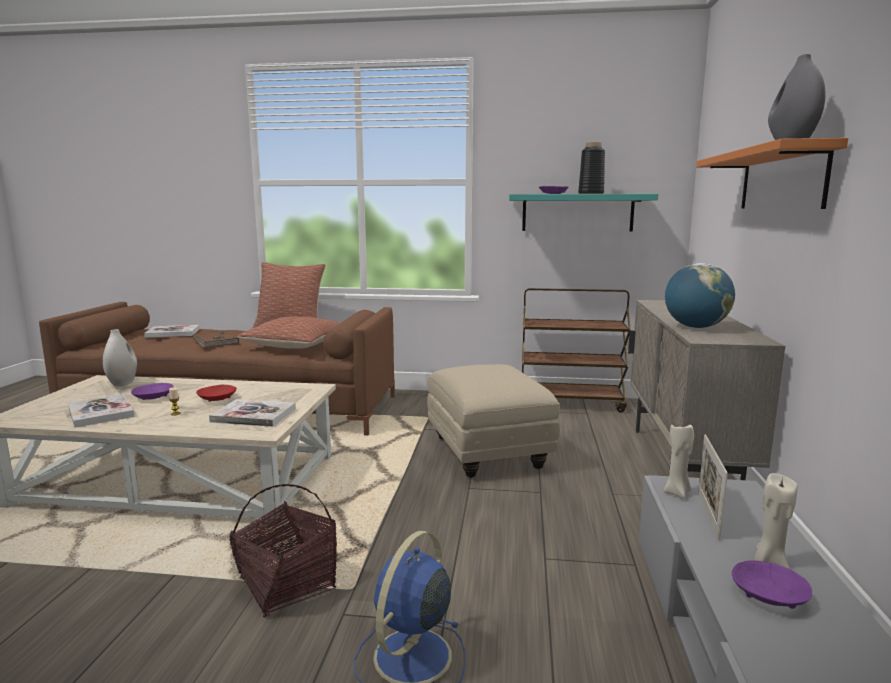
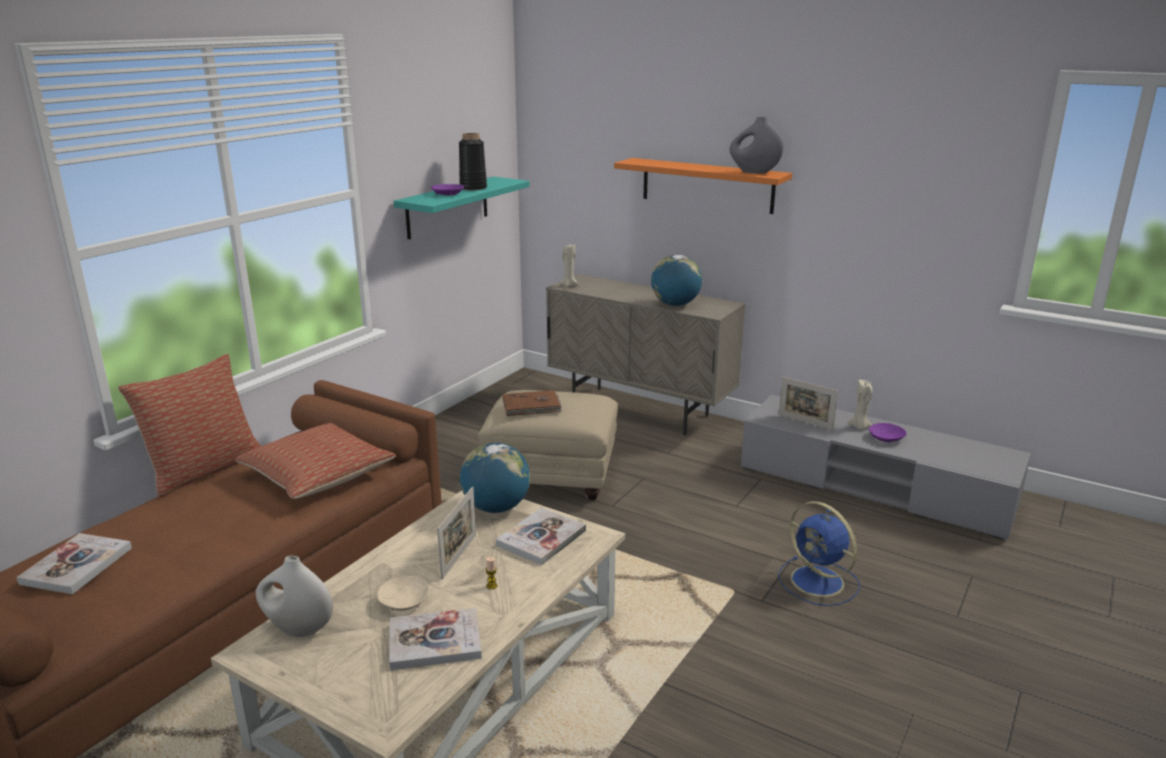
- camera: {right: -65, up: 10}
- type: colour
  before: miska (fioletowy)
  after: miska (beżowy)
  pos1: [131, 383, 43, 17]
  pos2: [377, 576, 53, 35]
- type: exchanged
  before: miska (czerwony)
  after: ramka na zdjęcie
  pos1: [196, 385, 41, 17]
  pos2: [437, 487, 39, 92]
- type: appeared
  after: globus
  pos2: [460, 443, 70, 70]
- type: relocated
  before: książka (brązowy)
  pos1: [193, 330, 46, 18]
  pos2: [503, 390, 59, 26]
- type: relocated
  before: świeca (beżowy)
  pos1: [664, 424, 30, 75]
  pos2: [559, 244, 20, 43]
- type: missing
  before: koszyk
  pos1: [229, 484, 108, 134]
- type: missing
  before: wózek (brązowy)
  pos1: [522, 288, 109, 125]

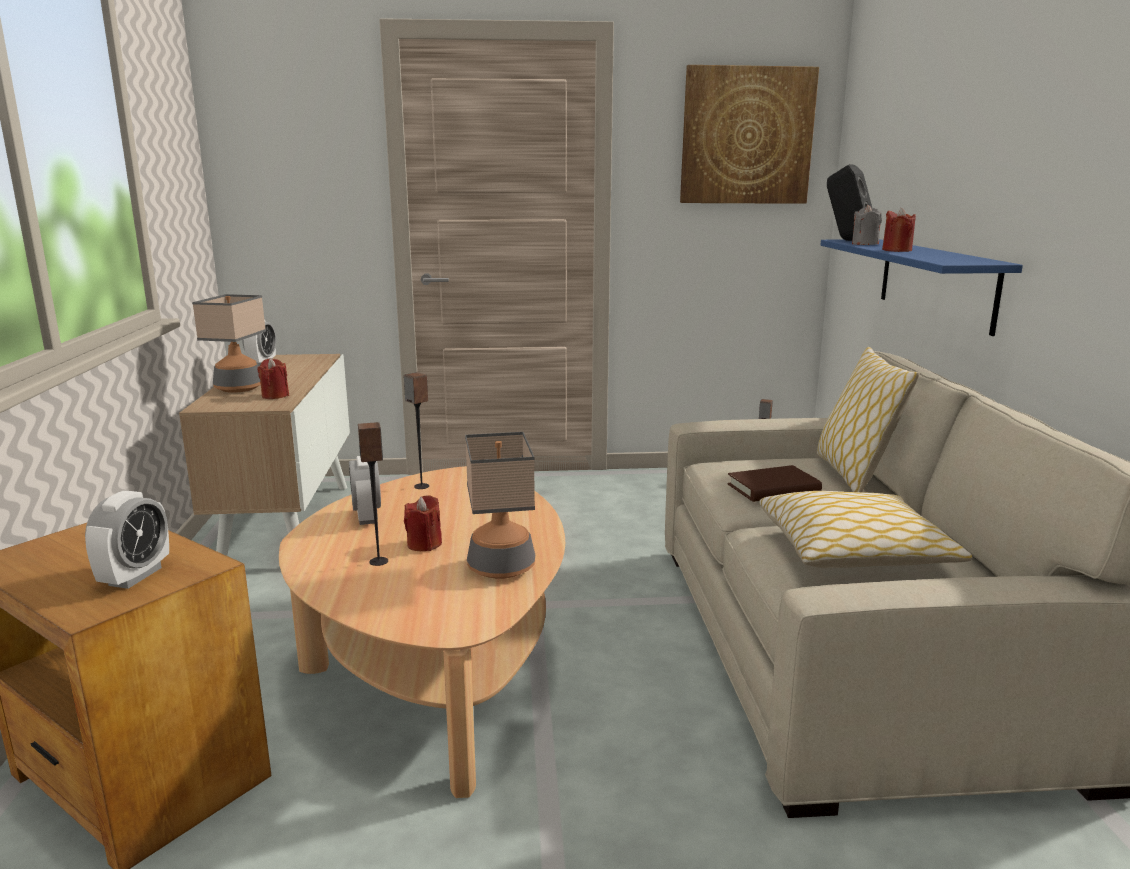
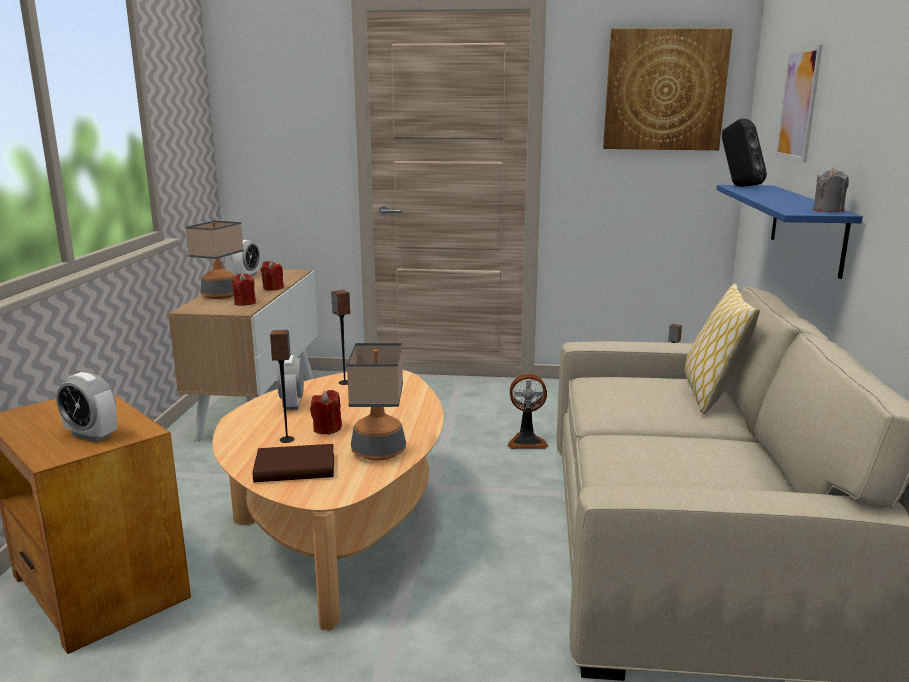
- camera: {right: 10, up: 0}
- type: spun
  before: budzik
  pos1: [85, 491, 84, 98]
  pos2: [56, 372, 61, 70]
  turn: 90
- type: relocated
  before: książka (brązowy)
  pos1: [727, 465, 95, 37]
  pos2: [253, 444, 81, 38]
- type: relocated
  before: świeca (czerwony)
  pos1: [882, 208, 34, 44]
  pos2: [261, 260, 23, 31]
- type: appeared
  after: wentylator
  pos2: [507, 374, 41, 75]
- type: appeared
  after: obraz
  pos2: [775, 44, 48, 118]
- type: relocated
  before: świeca (szary)
  pos1: [852, 205, 30, 40]
  pos2: [813, 168, 36, 44]
- type: missing
  before: poduszka
  pos1: [759, 491, 213, 77]

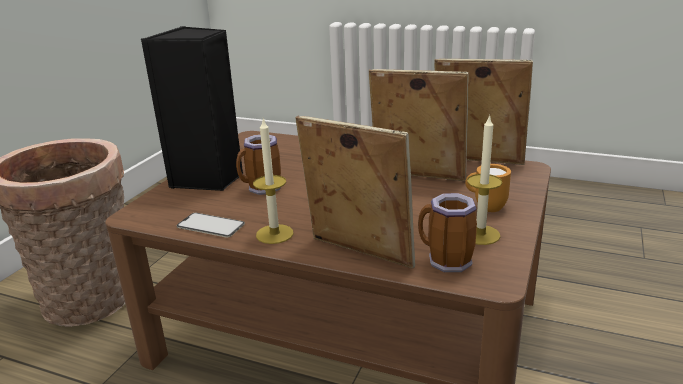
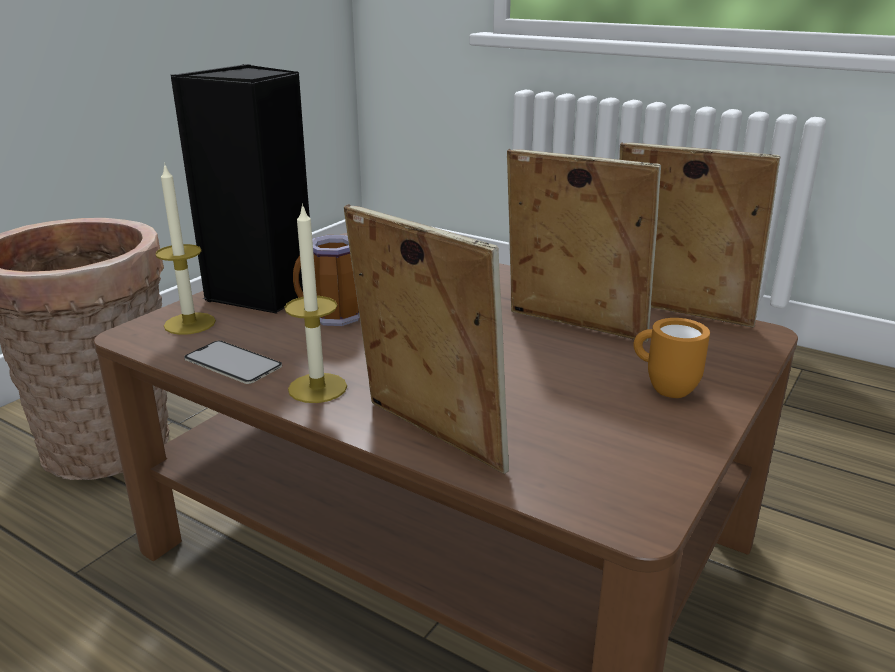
- camera: {right: 10, up: 0}
- type: relocated
  before: świeca
  pos1: [467, 114, 35, 131]
  pos2: [155, 163, 61, 172]
- type: missing
  before: kubek
  pos1: [418, 193, 59, 79]

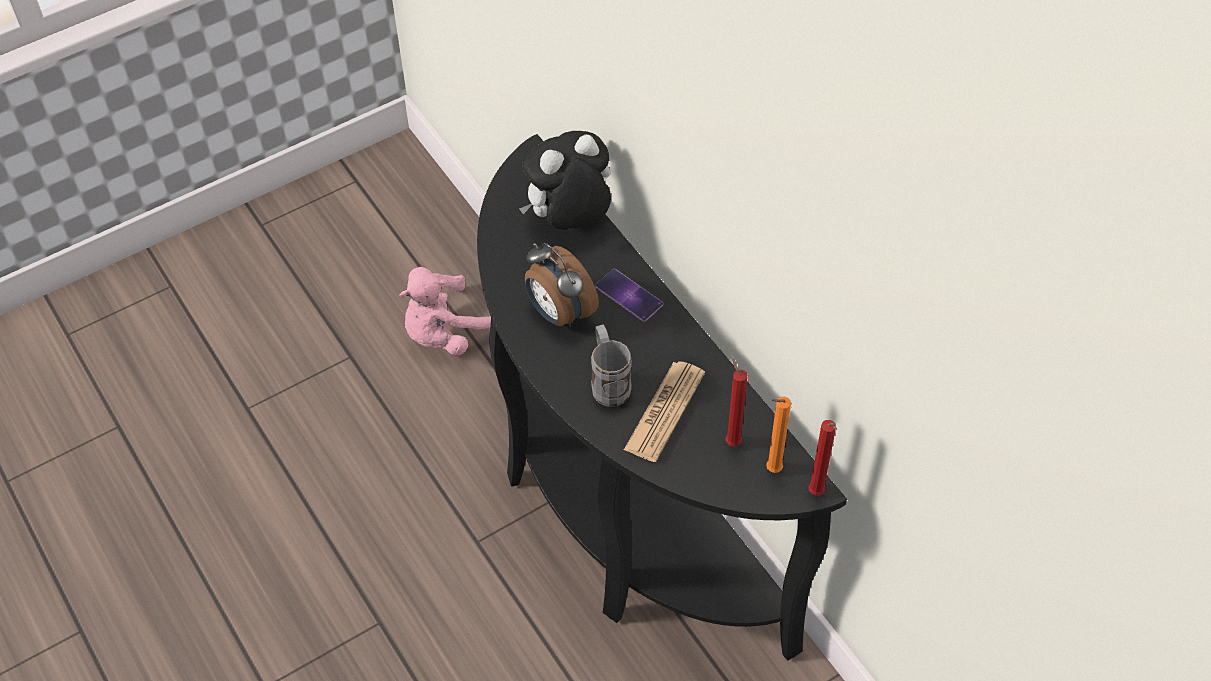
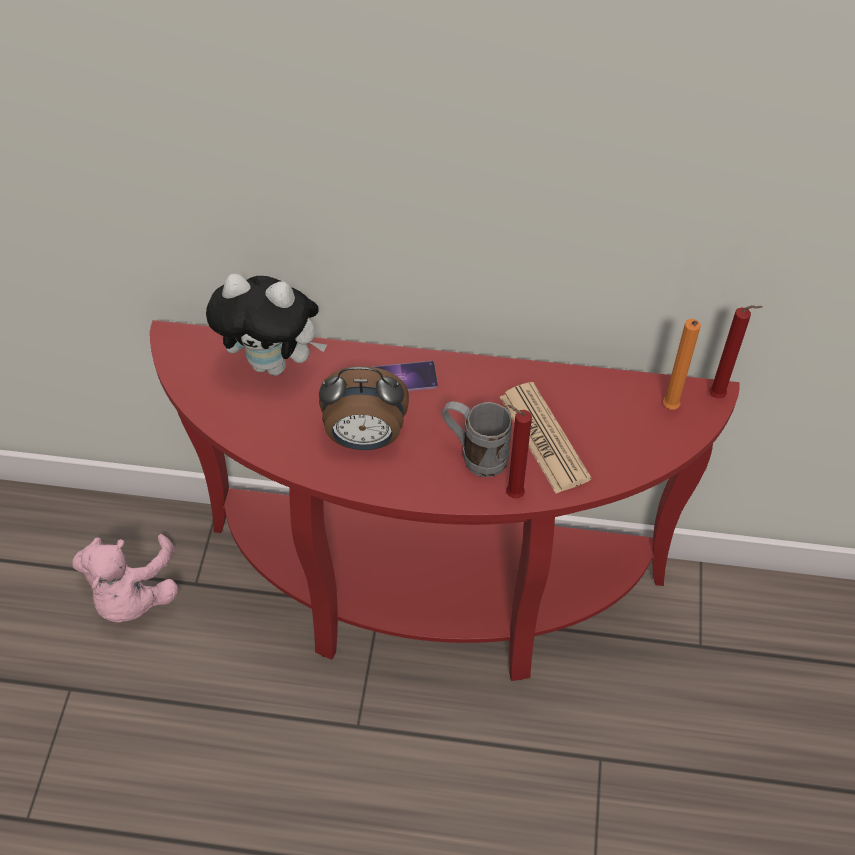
- camera: {right: -50, up: 0}
- type: colour
  before: stolik konsolowy (czarny)
  after: stolik konsolowy (czerwony)
  pos1: [477, 134, 370, 527]
  pos2: [150, 320, 590, 361]
- type: spun
  before: pluszak
  pos1: [519, 131, 92, 99]
  pos2: [206, 274, 121, 102]
  turn: -90
- type: relocated
  before: świeca (czerwony)
  pos1: [725, 357, 23, 90]
  pos2: [506, 405, 26, 94]

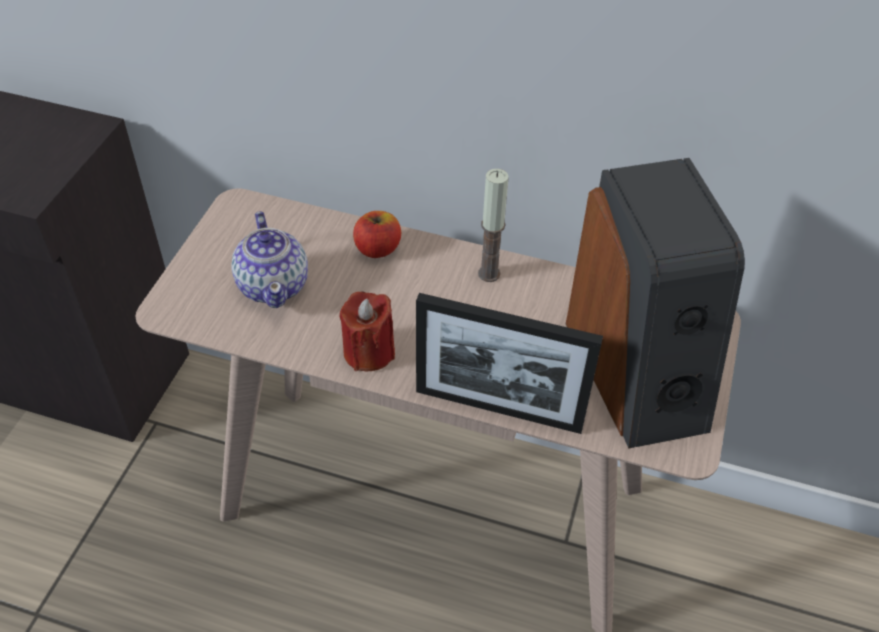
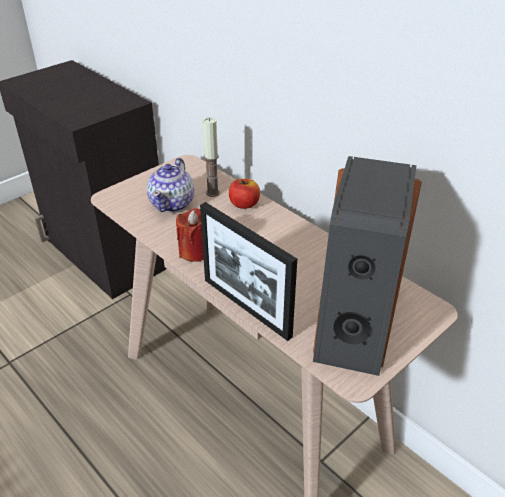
- camera: {right: 30, up: -10}
- type: relocated
  before: świeca
  pos1: [478, 169, 31, 113]
  pos2: [202, 117, 18, 80]

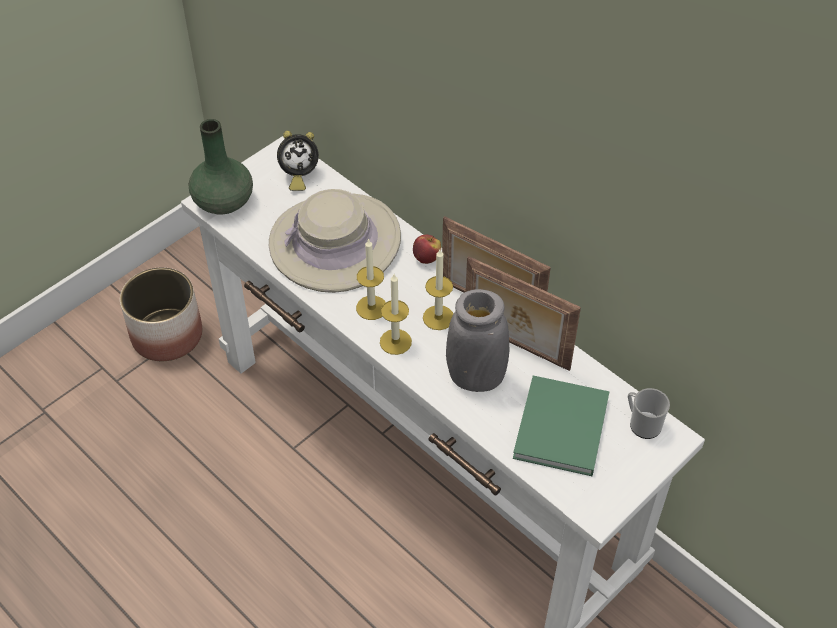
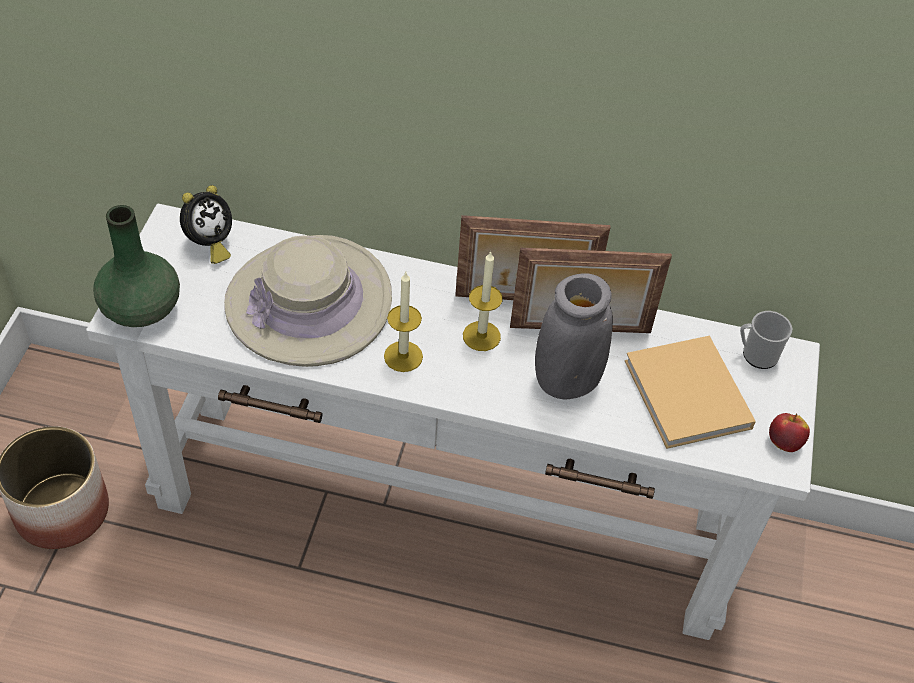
- camera: {right: -35, up: 0}
- type: colour
  before: książka (zielony)
  after: książka (beżowy)
  pos1: [513, 375, 97, 101]
  pos2: [625, 336, 131, 113]
- type: relocated
  before: jabłko
  pos1: [413, 235, 28, 29]
  pos2: [769, 413, 41, 39]
- type: missing
  before: świeca
  pos1: [380, 274, 32, 81]

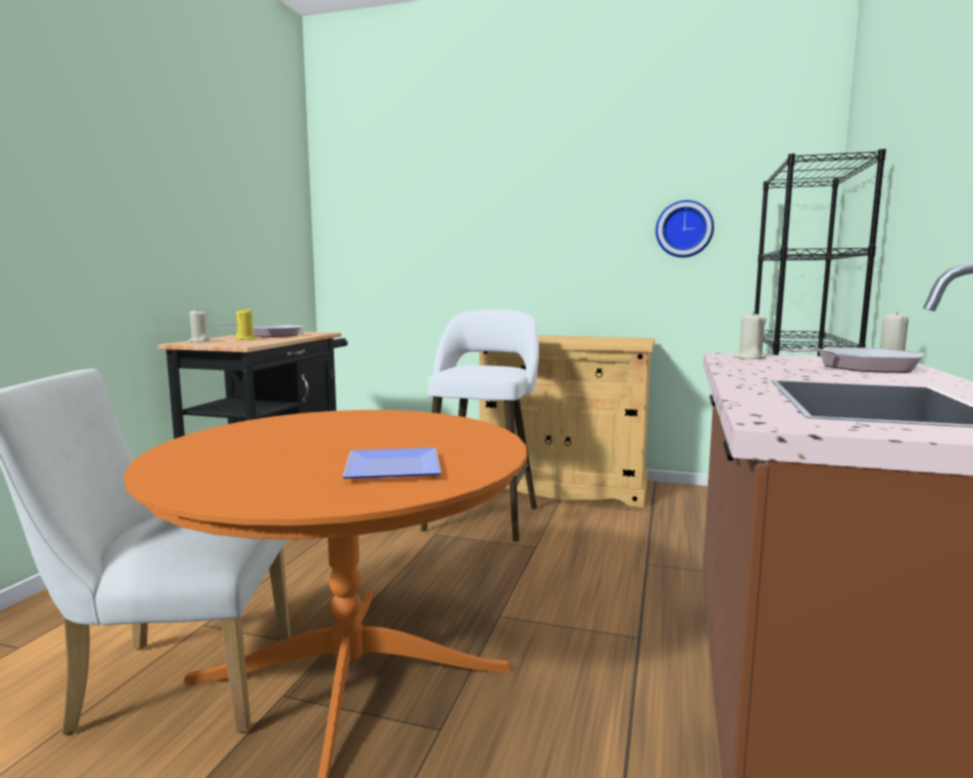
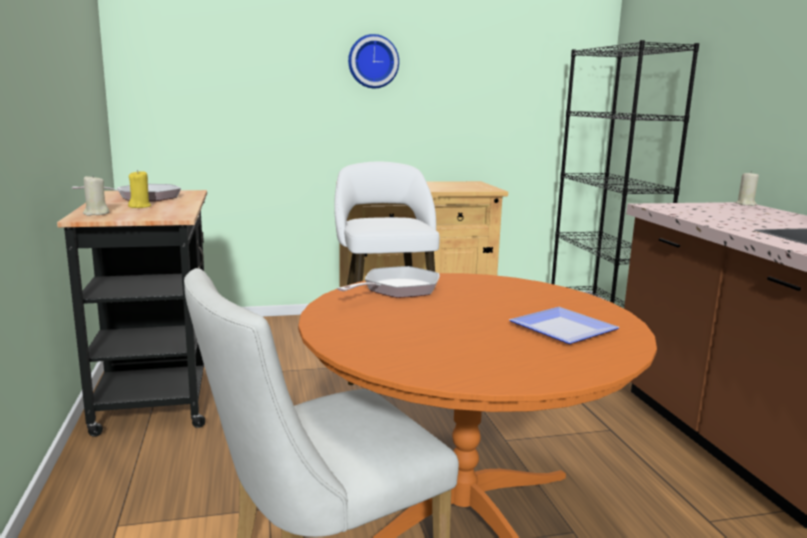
- camera: {right: -30, up: 5}
- type: relocated
  before: patelnia
  pos1: [785, 347, 139, 26]
  pos2: [337, 266, 103, 32]
- type: relocated
  before: zegar ścienny
  pos1: [655, 200, 59, 58]
  pos2: [348, 34, 51, 54]
- type: missing
  before: świeca (beżowy)
  pos1: [733, 311, 33, 48]

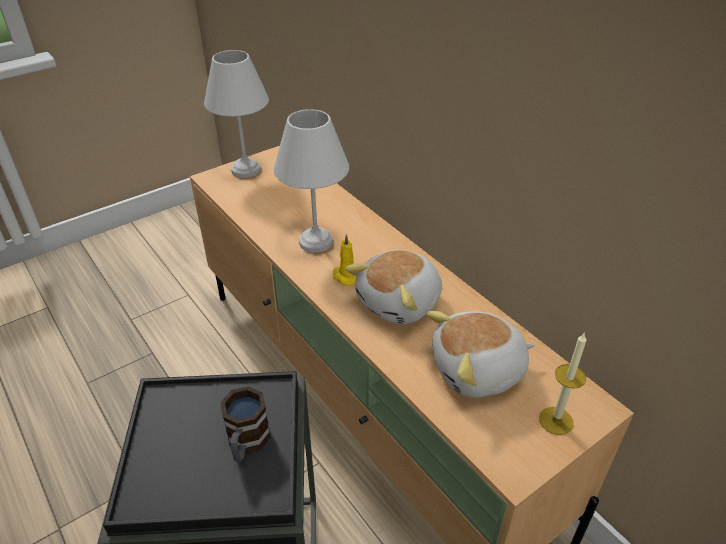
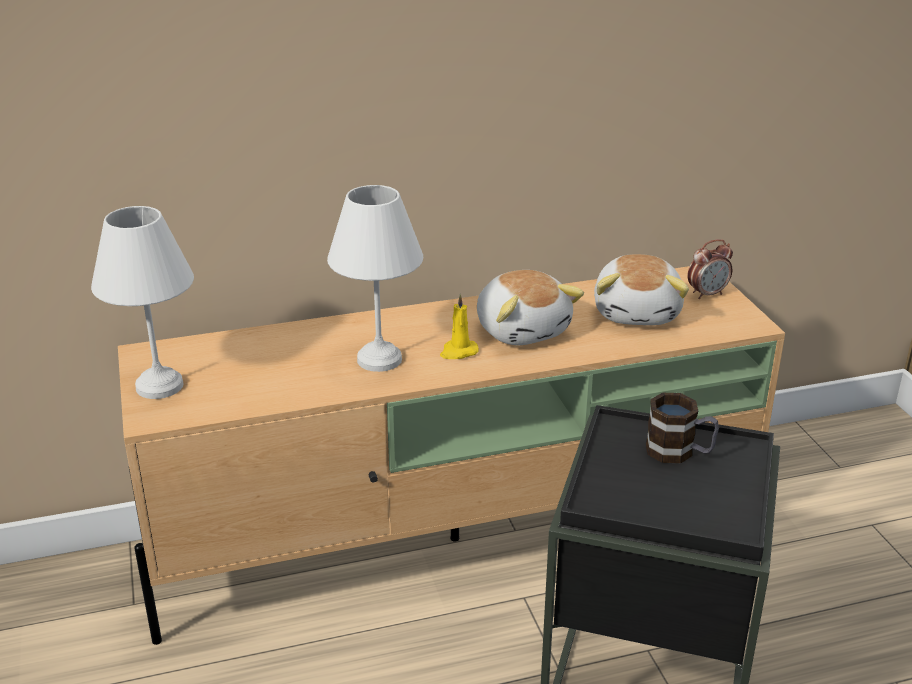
- camera: {right: -70, up: -10}
- type: exchanged
  before: świeca
  after: budzik
  pos1: [539, 332, 47, 103]
  pos2: [687, 239, 46, 60]

